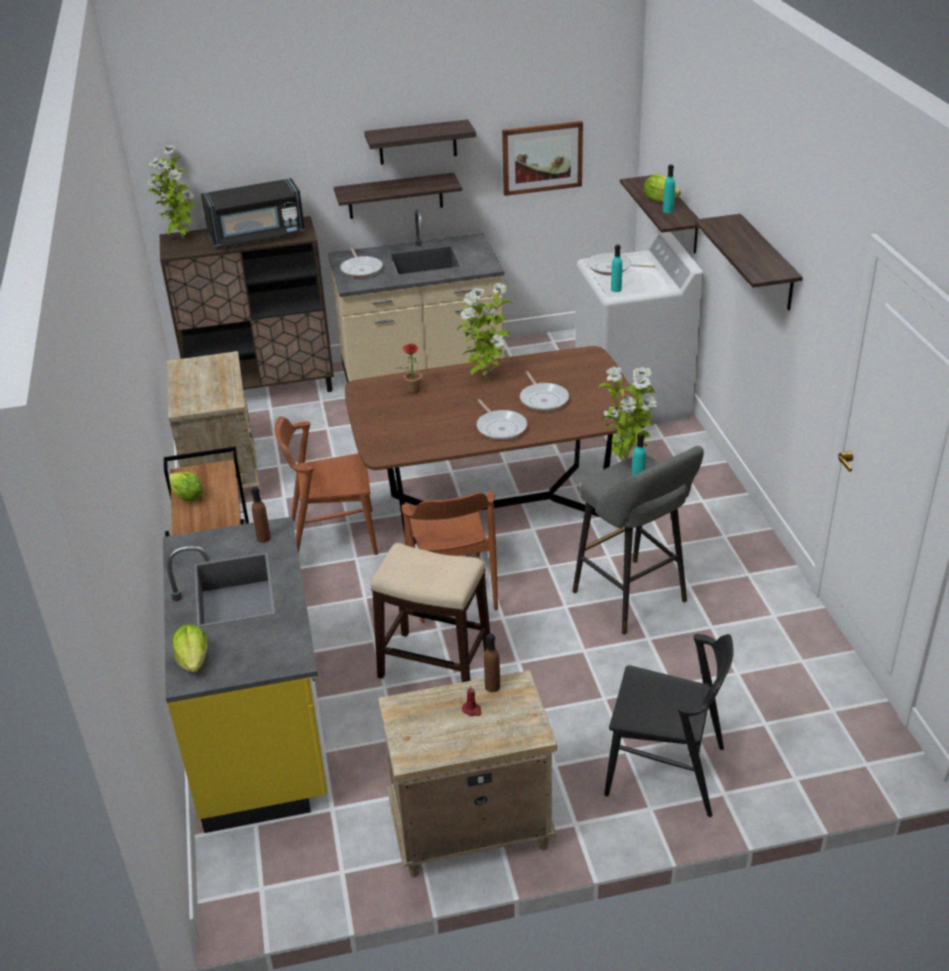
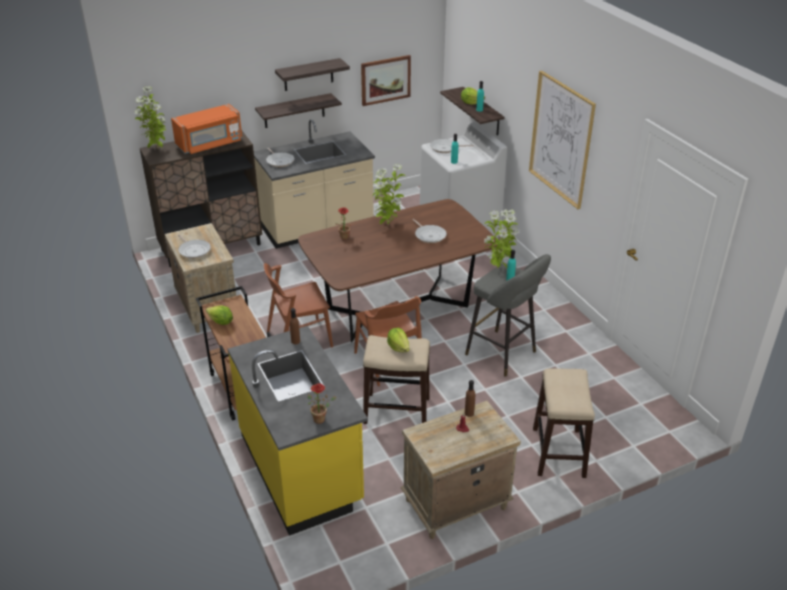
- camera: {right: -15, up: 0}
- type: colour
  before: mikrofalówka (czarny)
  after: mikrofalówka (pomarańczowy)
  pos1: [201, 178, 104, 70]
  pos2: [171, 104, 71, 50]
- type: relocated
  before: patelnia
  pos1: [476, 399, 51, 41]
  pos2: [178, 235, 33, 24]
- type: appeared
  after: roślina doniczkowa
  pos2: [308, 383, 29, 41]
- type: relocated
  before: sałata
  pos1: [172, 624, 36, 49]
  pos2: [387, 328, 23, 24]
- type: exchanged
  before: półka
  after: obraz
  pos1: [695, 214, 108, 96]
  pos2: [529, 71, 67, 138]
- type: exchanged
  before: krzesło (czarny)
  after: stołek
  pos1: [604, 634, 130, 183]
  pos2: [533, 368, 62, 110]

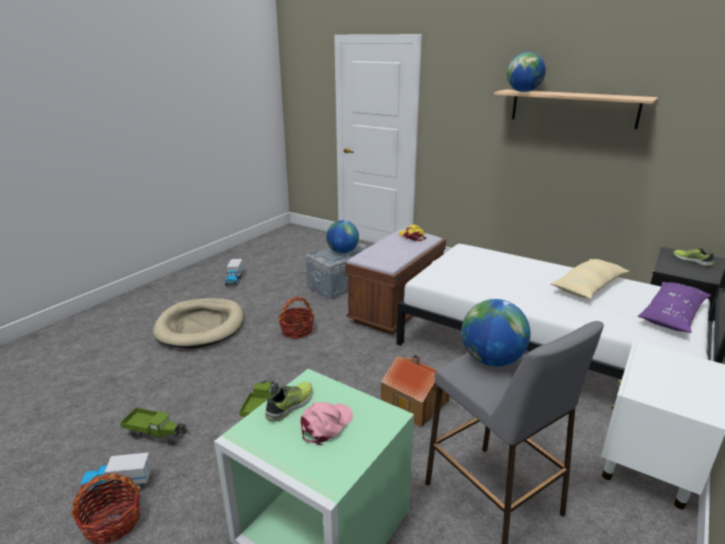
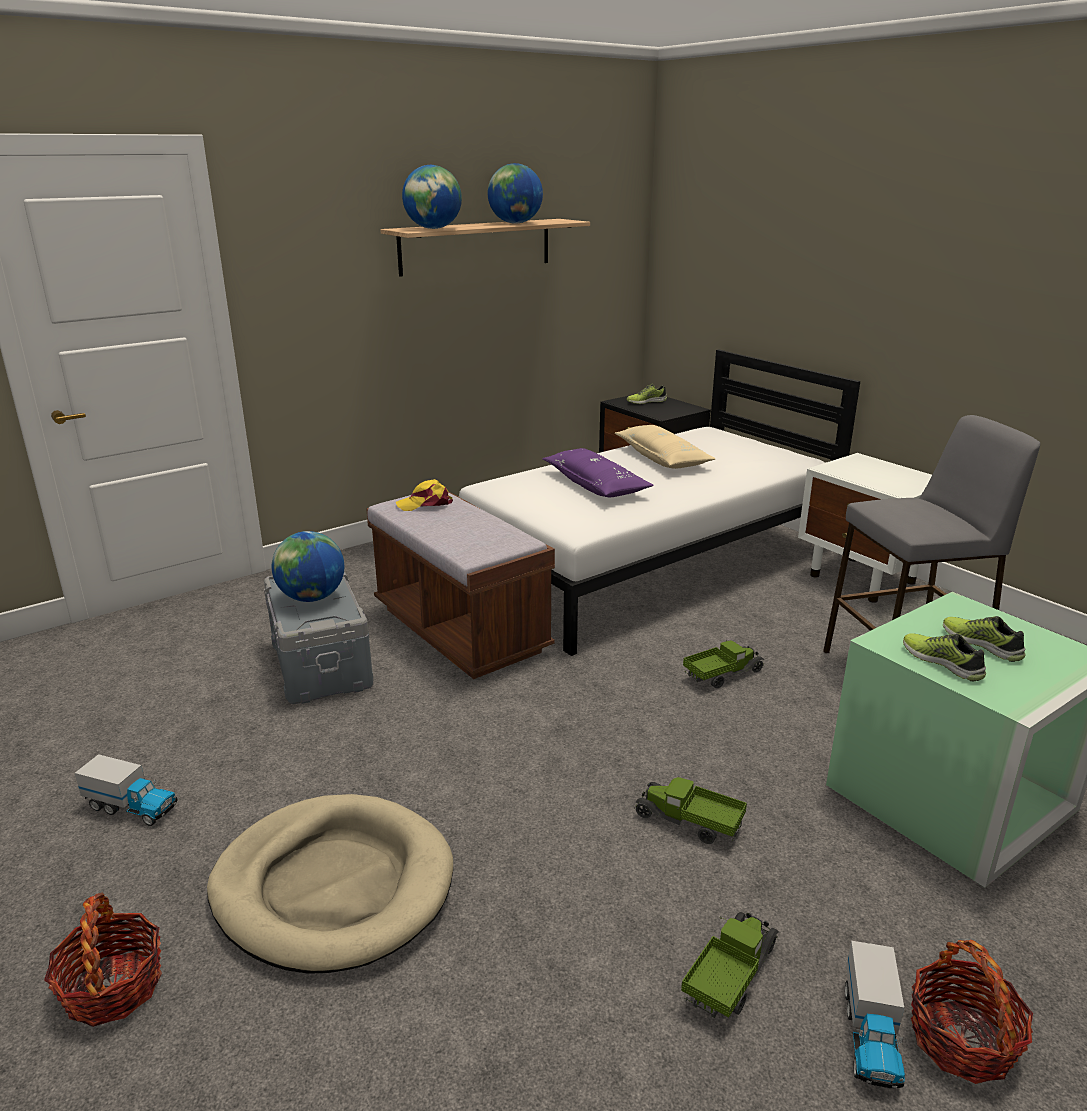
- camera: {right: -70, up: 0}
- type: relocated
  before: koszyk
  pos1: [278, 297, 37, 42]
  pos2: [44, 893, 118, 134]
- type: relocated
  before: globus
  pos1: [461, 299, 69, 67]
  pos2: [488, 163, 55, 61]
- type: relocated
  before: poduszka (fioletowy)
  pos1: [638, 282, 74, 51]
  pos2: [542, 448, 112, 49]
- type: exchanged
  before: domek
  after: ciężarówka zabawkowa
  pos1: [381, 355, 68, 72]
  pos2: [683, 640, 81, 49]
- type: exchanged
  before: czapka z daszkiem (różowy)
  after: but
  pos1: [301, 402, 52, 43]
  pos2: [943, 616, 83, 46]

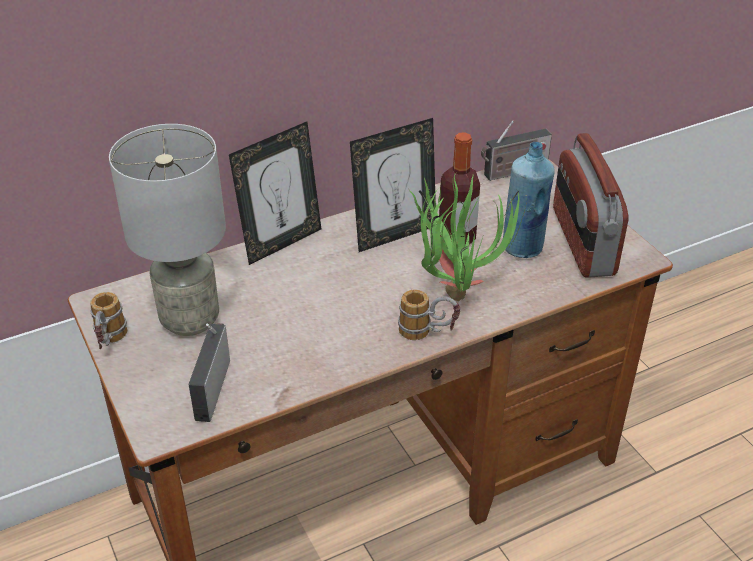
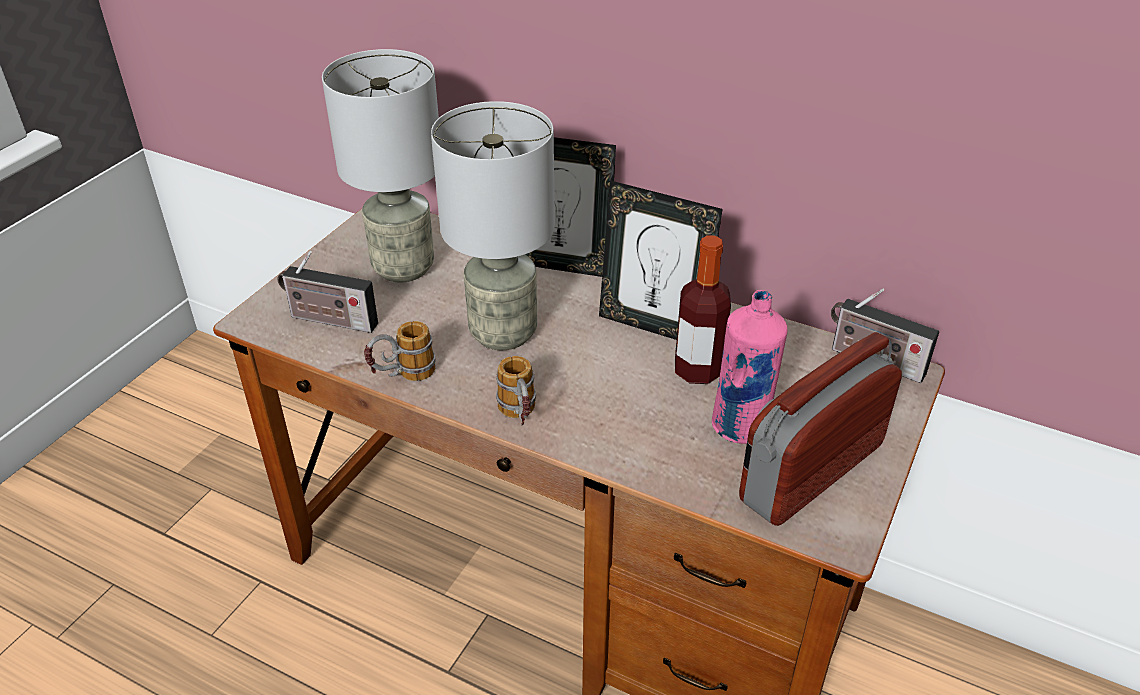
- camera: {right: 55, up: 0}
- type: spun
  before: radio
  pos1: [188, 323, 42, 99]
  pos2: [277, 251, 101, 82]
  turn: -135
- type: relocated
  before: kubek
  pos1: [90, 292, 37, 57]
  pos2: [364, 321, 72, 60]
- type: appeared
  after: lampa stołowa (szary)
  pos2: [431, 101, 124, 249]
- type: colour
  before: butelka (niebieski)
  after: butelka (różowy)
  pos1: [503, 142, 52, 116]
  pos2: [712, 290, 75, 154]
- type: missing
  before: roślina doniczkowa
  pos1: [409, 174, 118, 127]

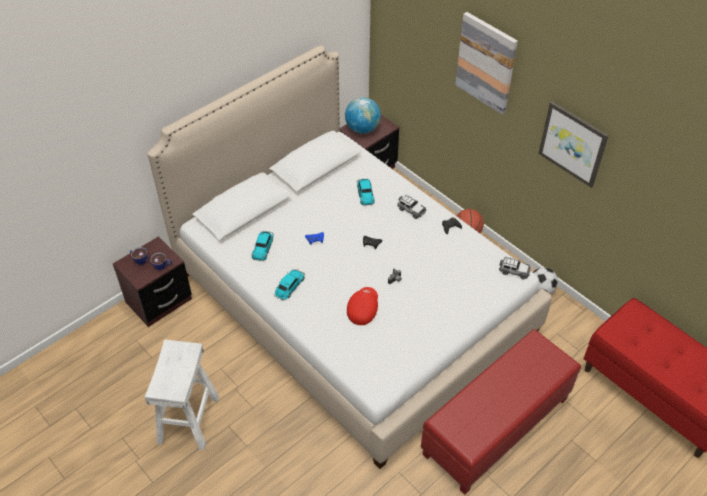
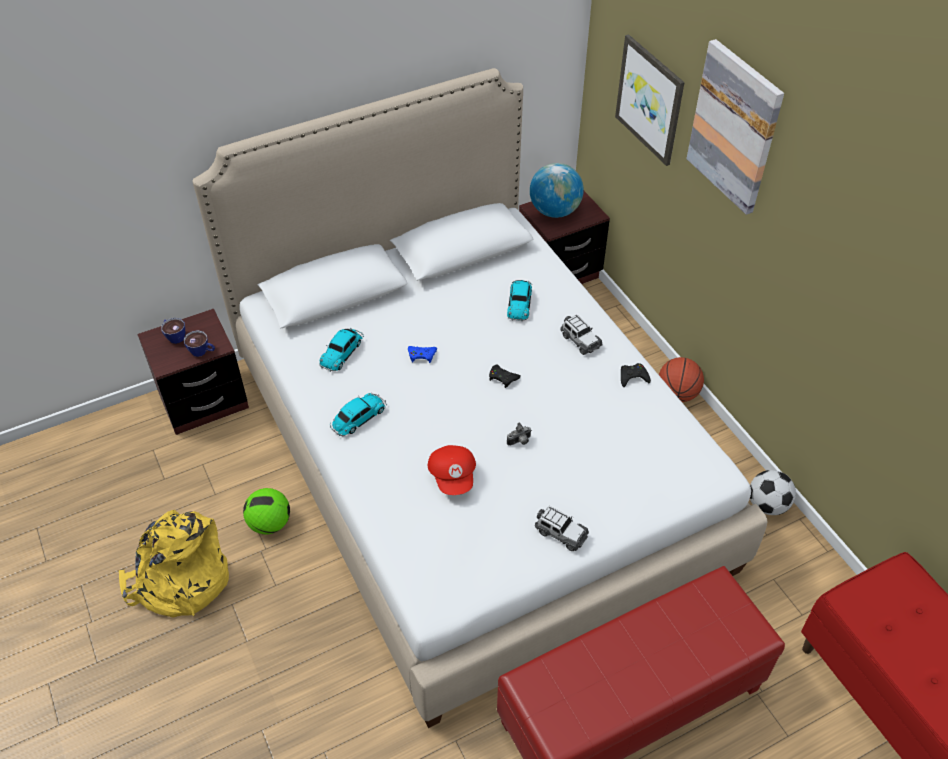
- camera: {right: 15, up: 0}
- type: exchanged
  before: stołek (biały)
  after: plecak (żółty)
  pos1: [145, 339, 74, 111]
  pos2: [118, 510, 111, 108]
- type: appeared
  after: piłka futbolowa
  pos2: [243, 488, 47, 46]
- type: spun
  before: czapka z daszkiem (czerwony)
  pos1: [347, 287, 31, 38]
  pos2: [428, 445, 48, 50]
  turn: 135
- type: relocated
  before: samochodzik
  pos1: [499, 257, 32, 22]
  pos2: [535, 506, 54, 45]
- type: relocated
  before: obraz
  pos1: [538, 102, 71, 86]
  pos2: [615, 35, 69, 131]

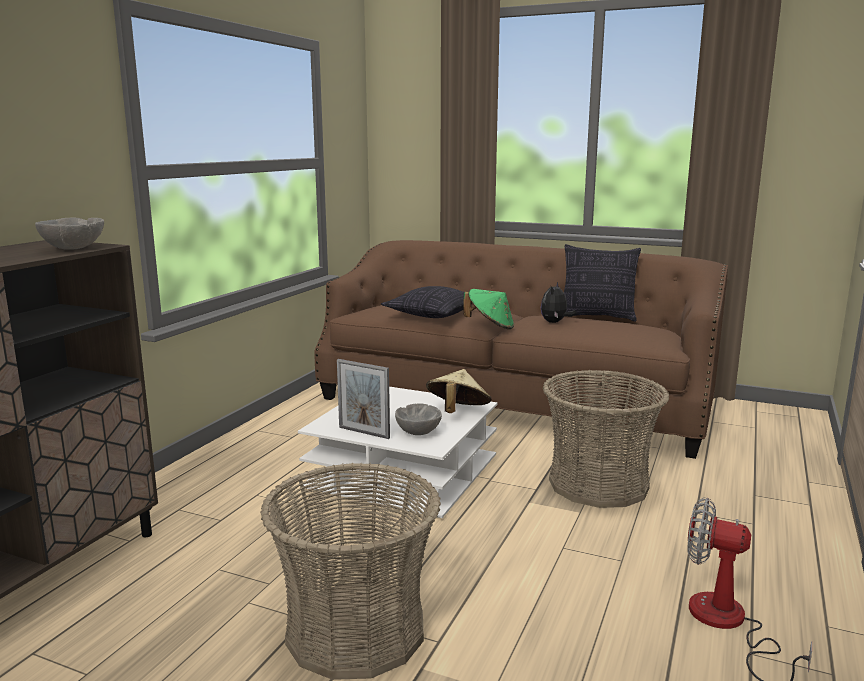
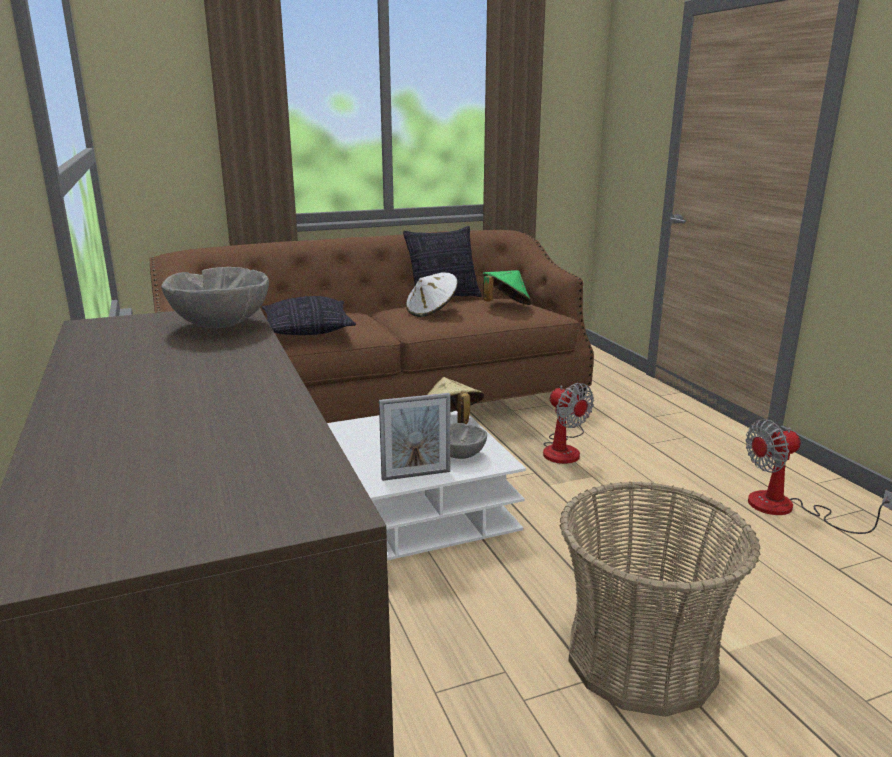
- camera: {right: -45, up: 5}
- type: exchanged
  before: pluszak
  after: kapelusz (biały)
  pos1: [541, 282, 35, 41]
  pos2: [406, 273, 52, 44]
- type: relocated
  before: kapelusz (zielony)
  pos1: [463, 289, 51, 40]
  pos2: [483, 270, 49, 35]
- type: exchanged
  before: koszyk
  after: wentylator
  pos1: [543, 370, 126, 138]
  pos2: [543, 383, 51, 81]

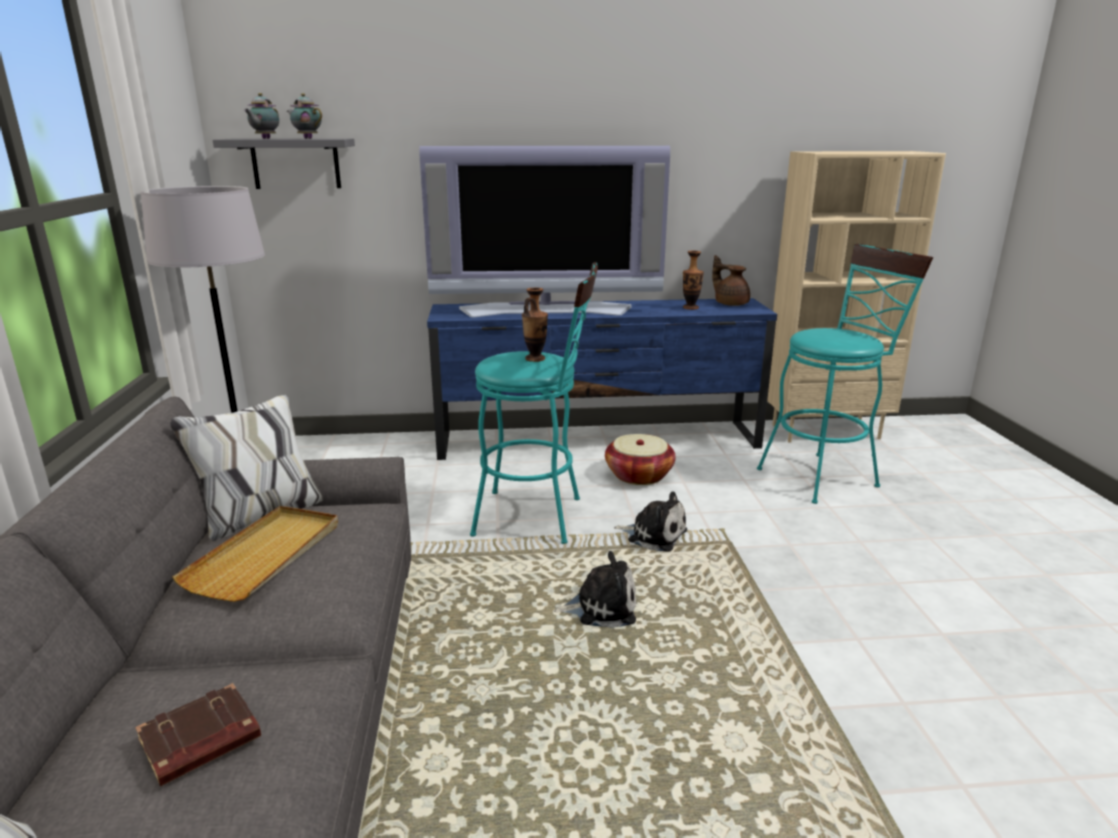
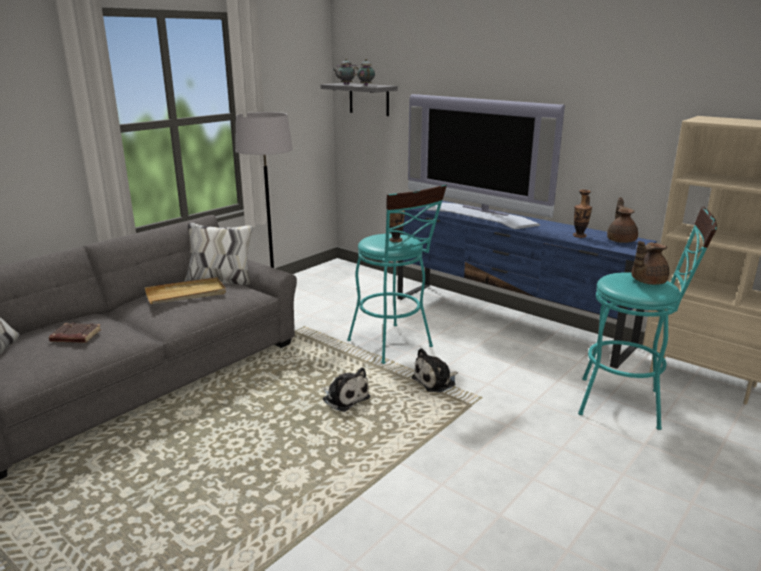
- camera: {right: 45, up: 0}
- type: spun
  before: pluszak
  pos1: [614, 491, 73, 61]
  pos2: [412, 348, 46, 45]
  turn: 75
- type: appeared
  after: imbryk (brązowy)
  pos2: [632, 241, 37, 44]
- type: missing
  before: koszyk
  pos1: [605, 434, 71, 51]

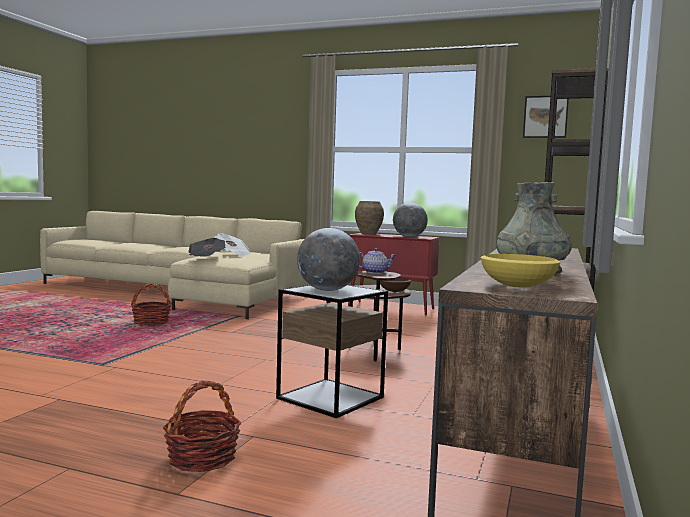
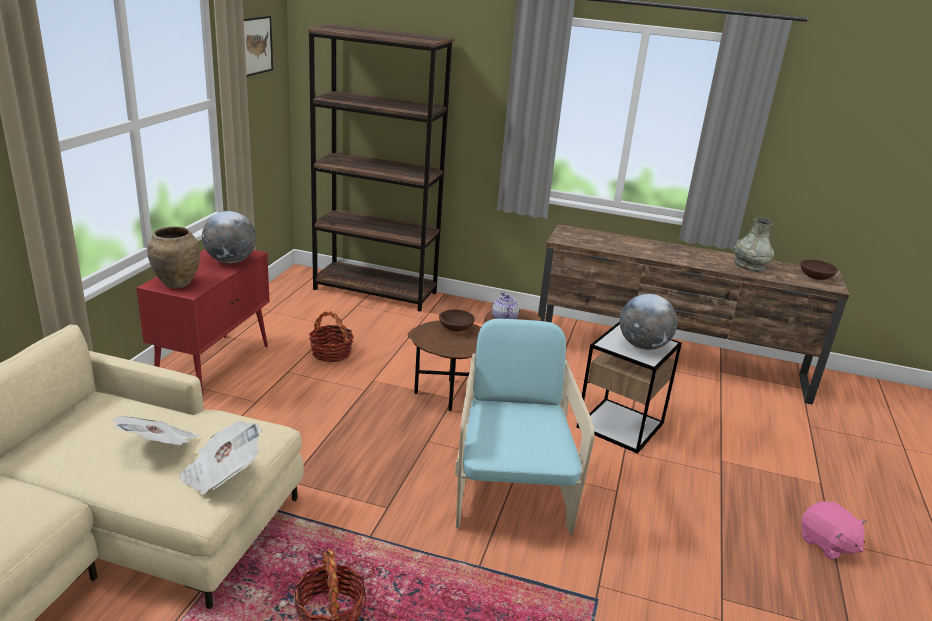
- camera: {right: -95, up: 20}
- type: relocated
  before: koszyk
  pos1: [163, 380, 79, 92]
  pos2: [309, 311, 45, 51]
- type: appeared
  after: fotel (turkusowy)
  pos2: [455, 319, 139, 216]
- type: colour
  before: miska (żółty)
  after: miska (brązowy)
  pos1: [481, 254, 80, 34]
  pos2: [801, 260, 37, 20]
- type: appeared
  after: pluszak (różowy)
  pos2: [801, 501, 66, 59]

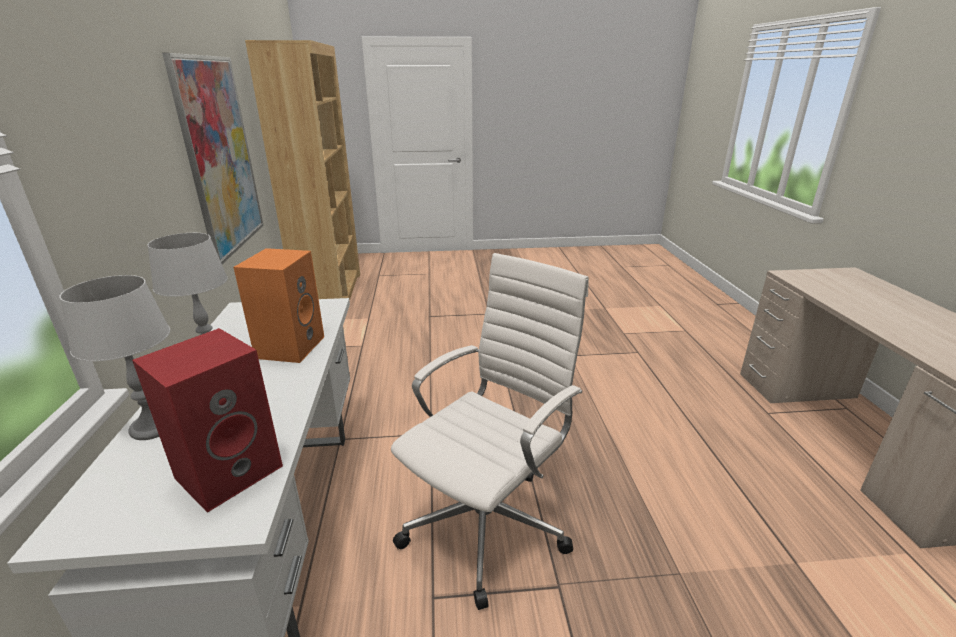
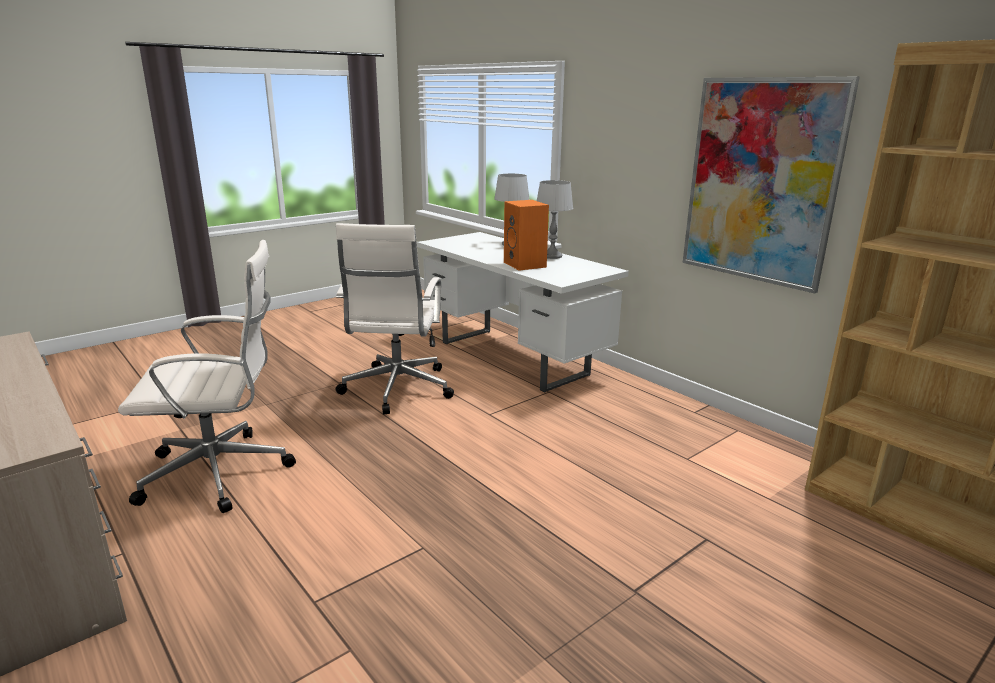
- camera: {right: 145, up: -5}
- type: appeared
  after: krzesło biurowe (biały)
  pos2: [118, 240, 178, 273]
- type: missing
  before: głośnik (czerwony)
  pos1: [132, 328, 151, 185]

